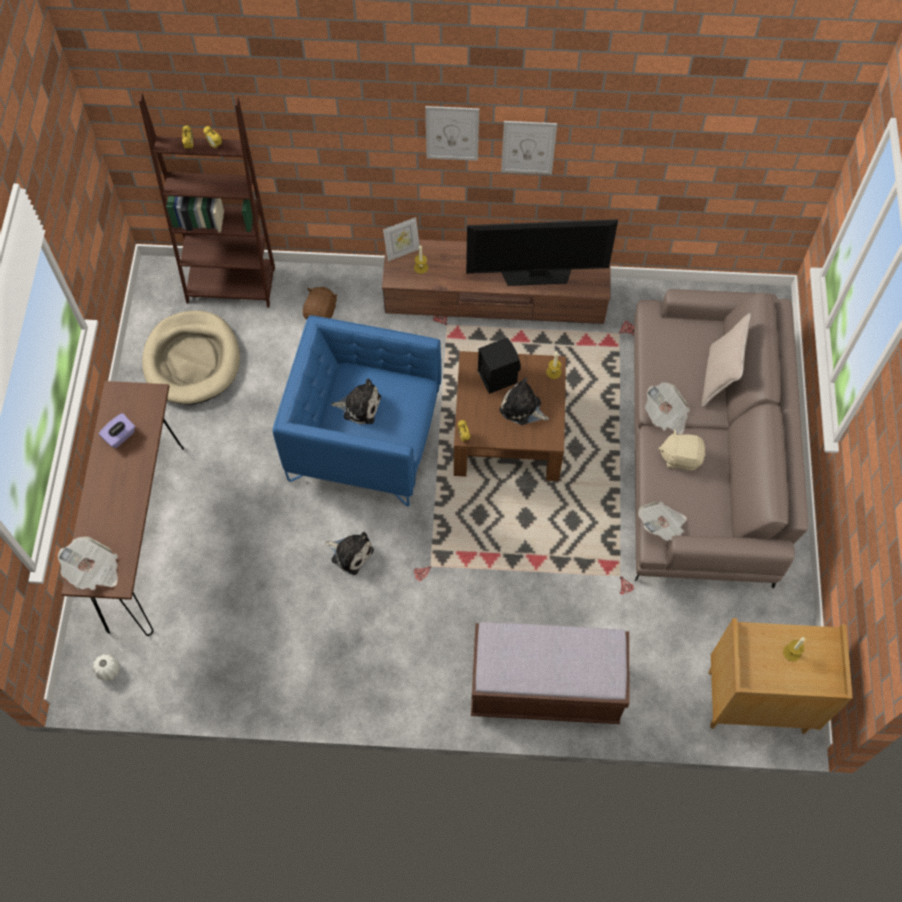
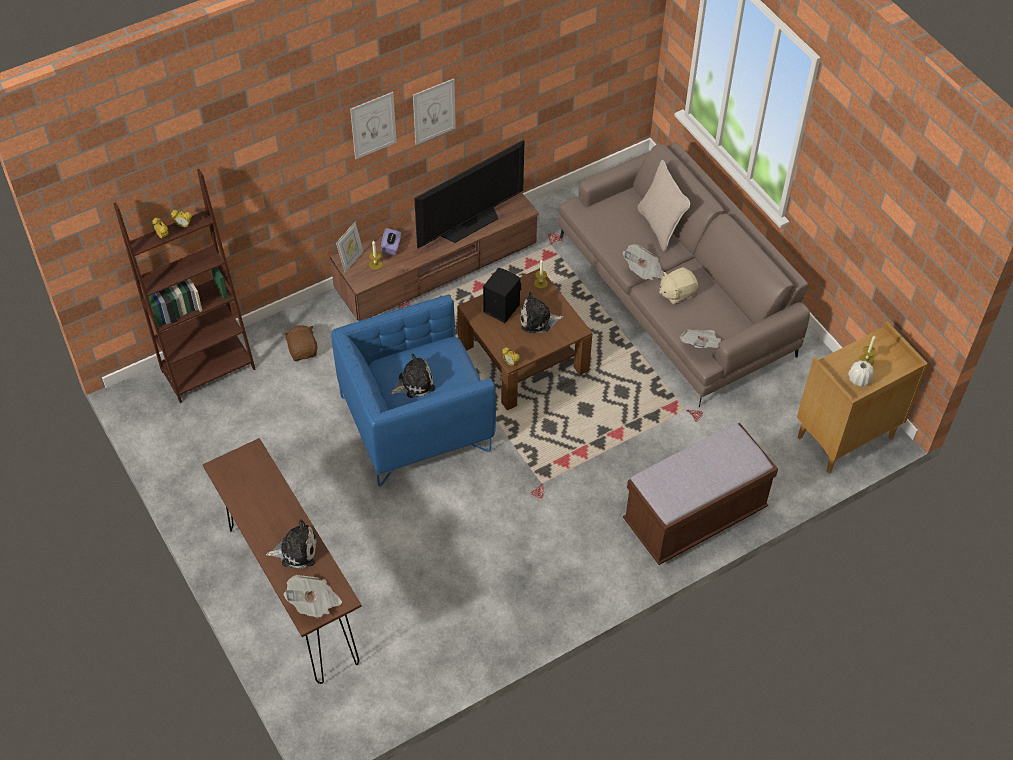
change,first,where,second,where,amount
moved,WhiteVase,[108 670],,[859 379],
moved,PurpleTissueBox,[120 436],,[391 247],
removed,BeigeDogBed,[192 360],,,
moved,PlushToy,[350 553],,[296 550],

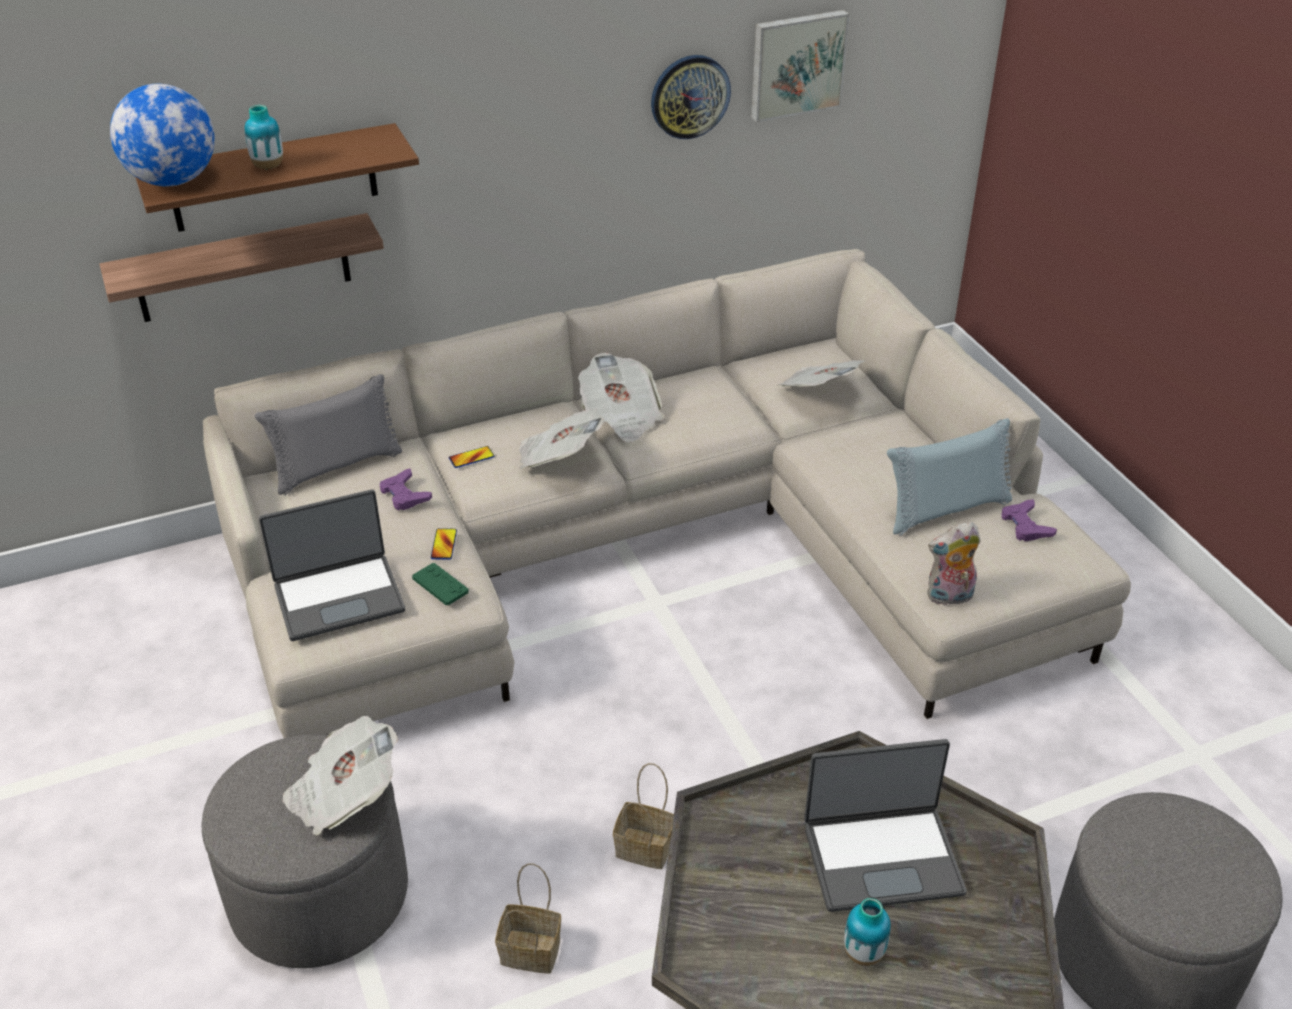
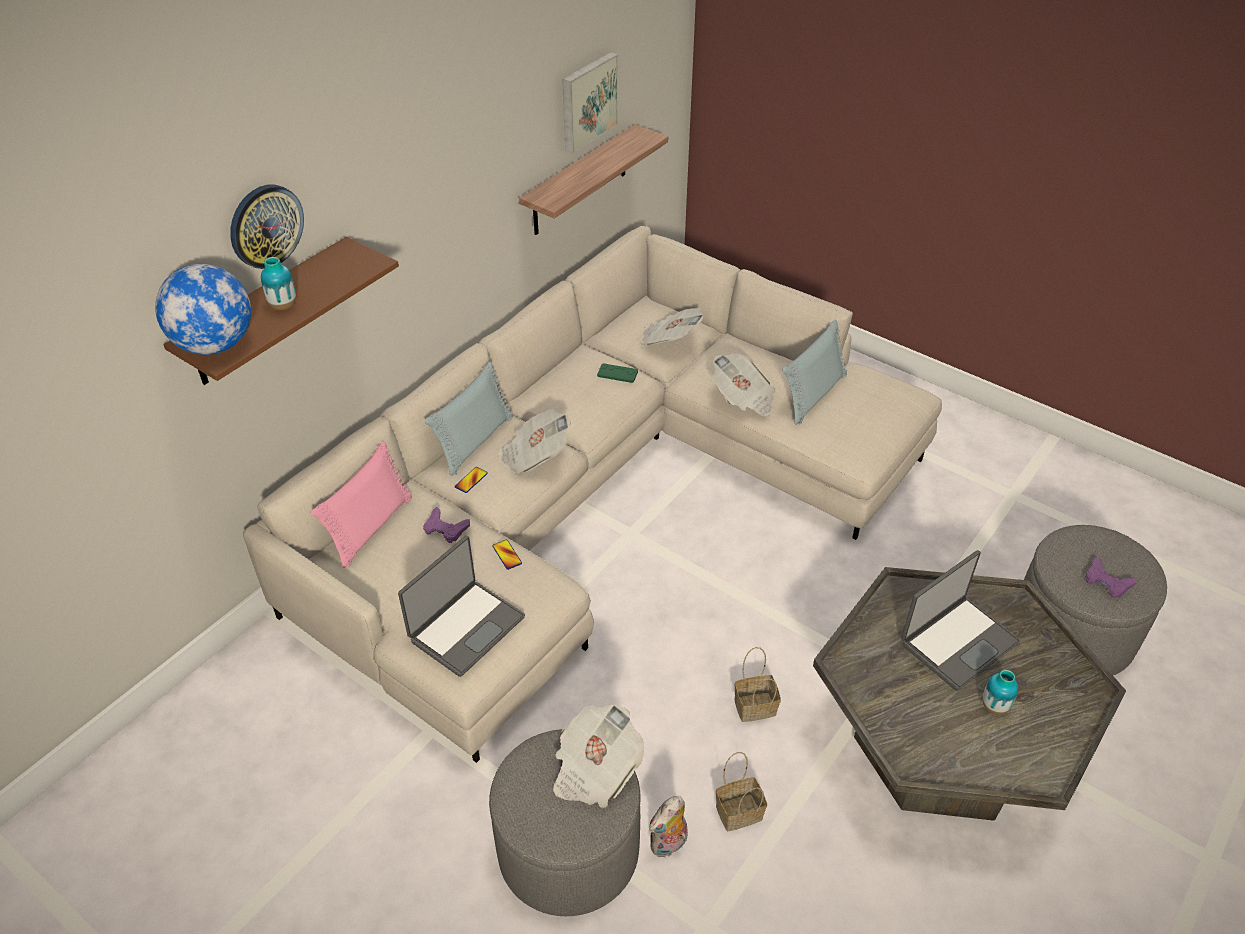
change,first,where,second,where,amount
moved,Shelf,[243 268],,[580 181],
recoloured,GreyPillow,[336 466],PinkPillow,[370 527],
moved,GreenGameController,[440 585],,[617 374],
moved,Newspaper,[621 416],,[743 399],
moved,WallClock,[689 96],,[265 226],
moved,PlushToy,[949 597],,[669 845],
moved,PurpleGameController,[1025 525],,[1107 581],
added,,,BluePillow,[474 441],

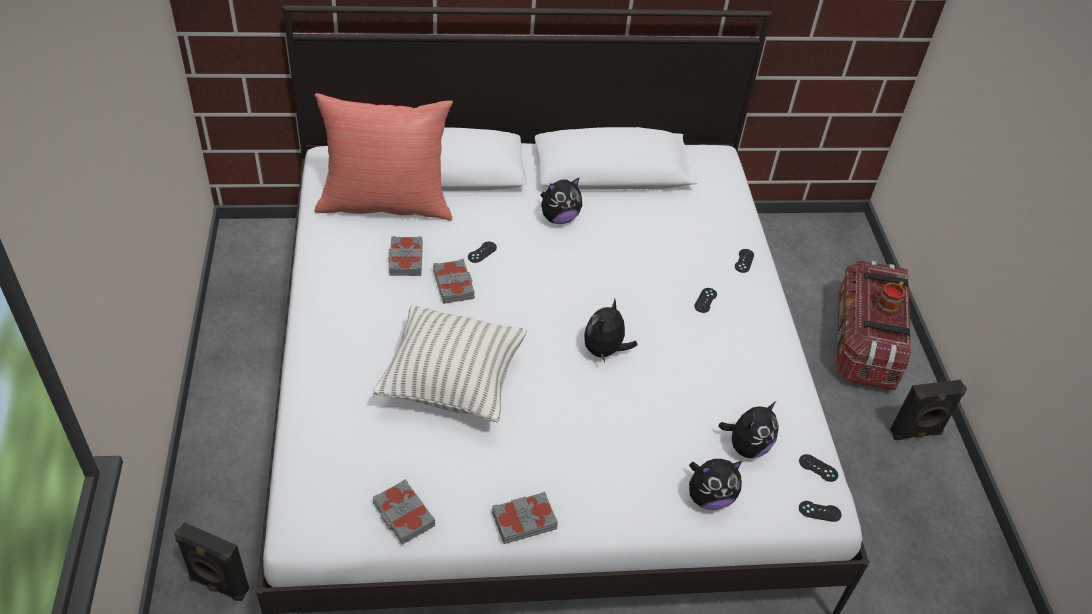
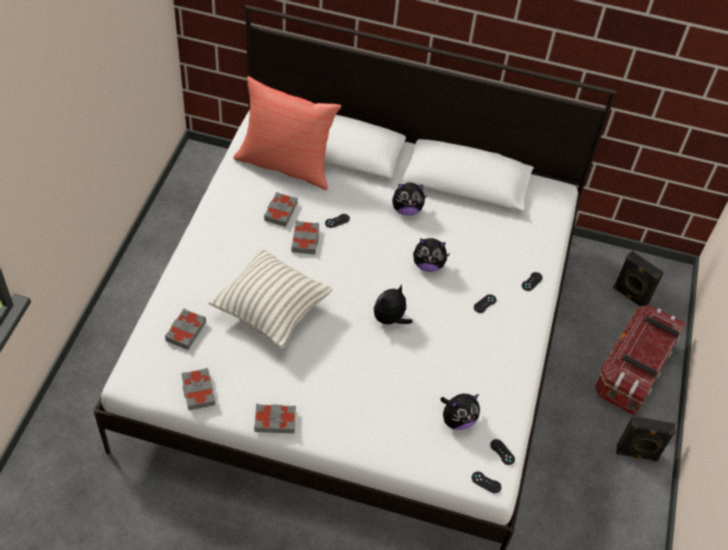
change,first,where,second,where,amount
moved,BlackSpeaker,[218 585],,[629 297],
moved,PlushToy,[709 497],,[428 265],
removed,Mug,[889 304],,,
added,,,GreyBook,[185 331],

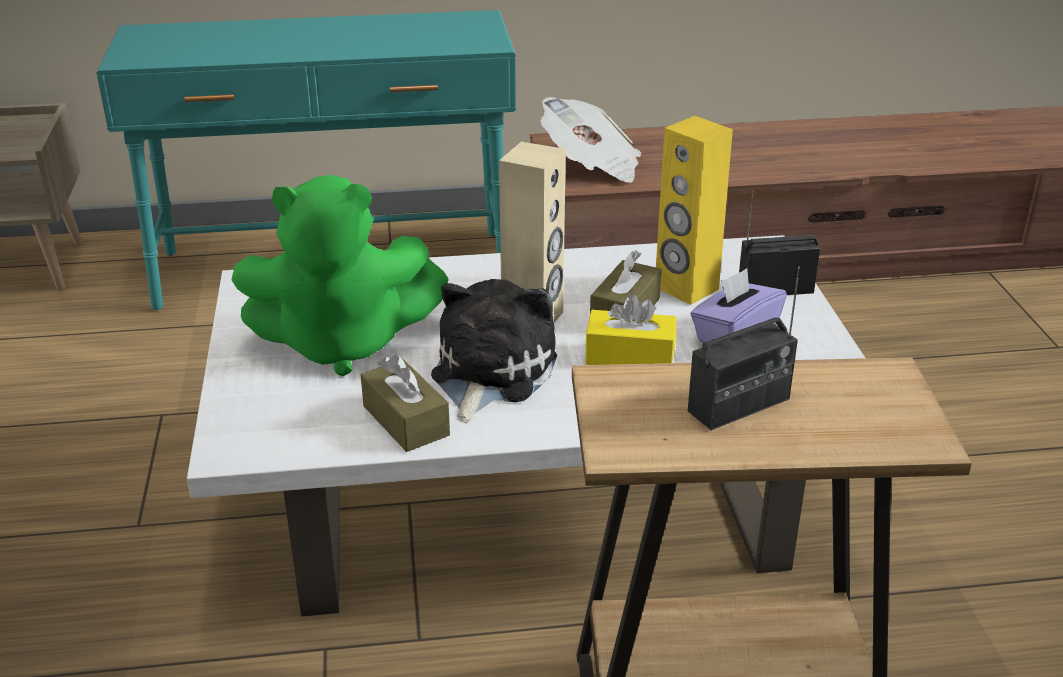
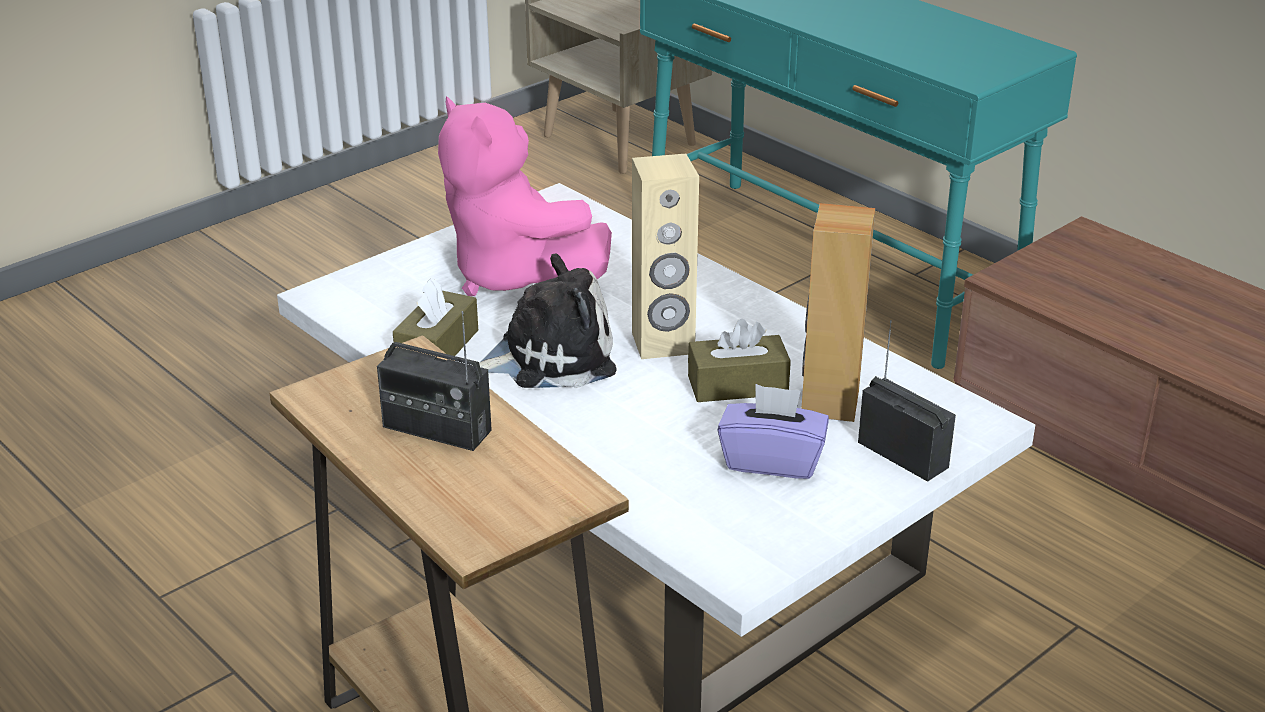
change,first,where,second,where,amount
recoloured,GreenPlushToy,[342 343],PinkPlushToy,[514 276],
removed,Newspaper,[592 166],,,
removed,YellowTissueBox,[630 356],,,
recoloured,YellowSpeaker,[686 288],BrownSpeaker,[829 402],

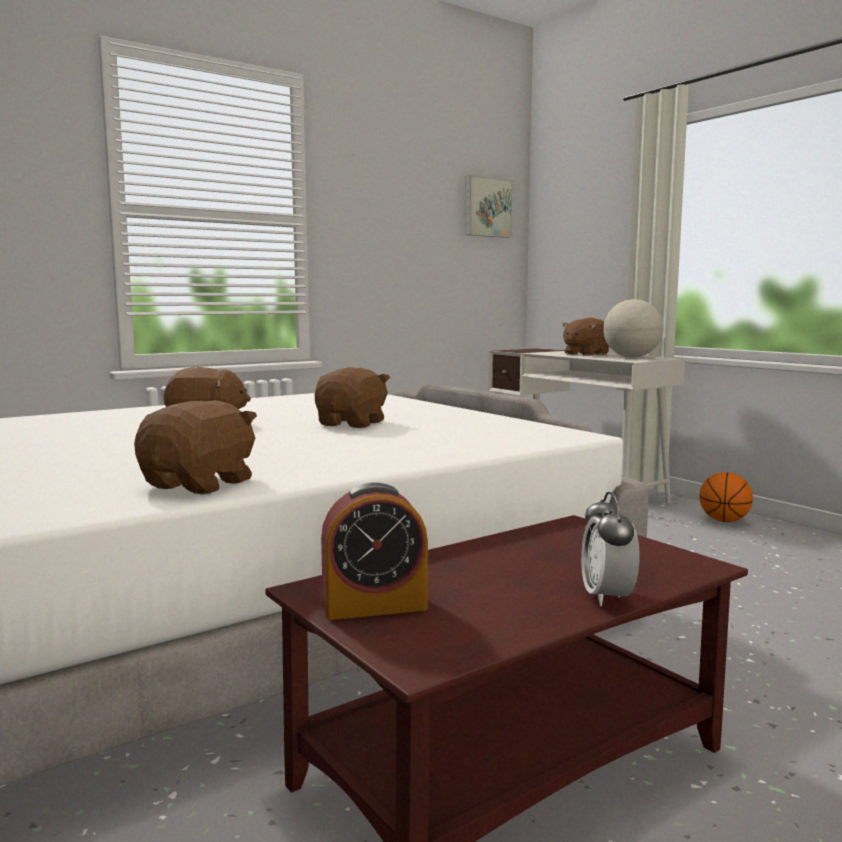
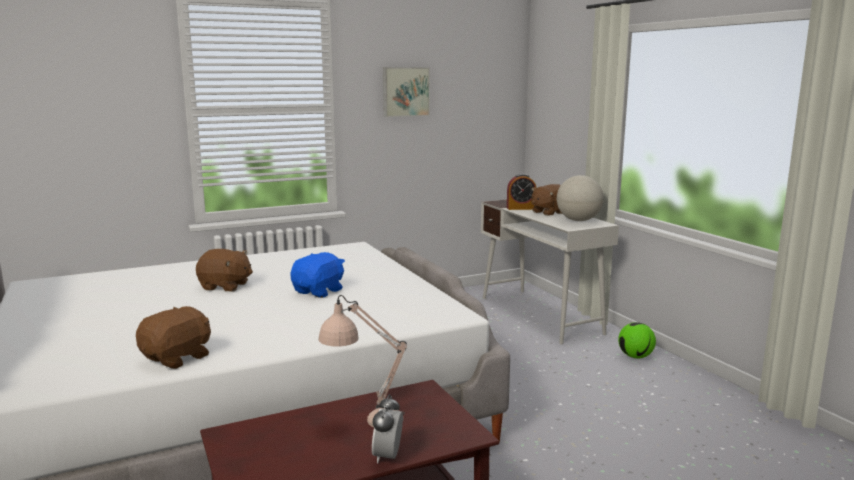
change,first,where,second,where,amount
recoloured,BrownPlushToy,[352 423],BluePlushToy,[319 291],
moved,AlarmClock,[374 606],,[521 208],
moved,Picture,[486 207],,[405 91],
replaced,Basketball,[724 521],Football,[635 356],
added,,,BeigeTableLamp,[365 421],

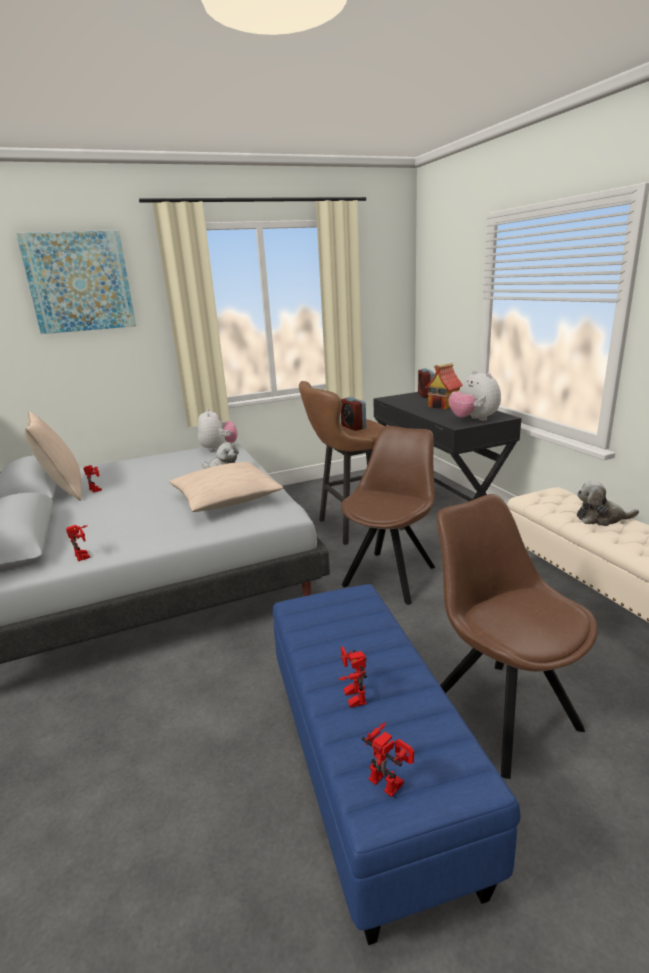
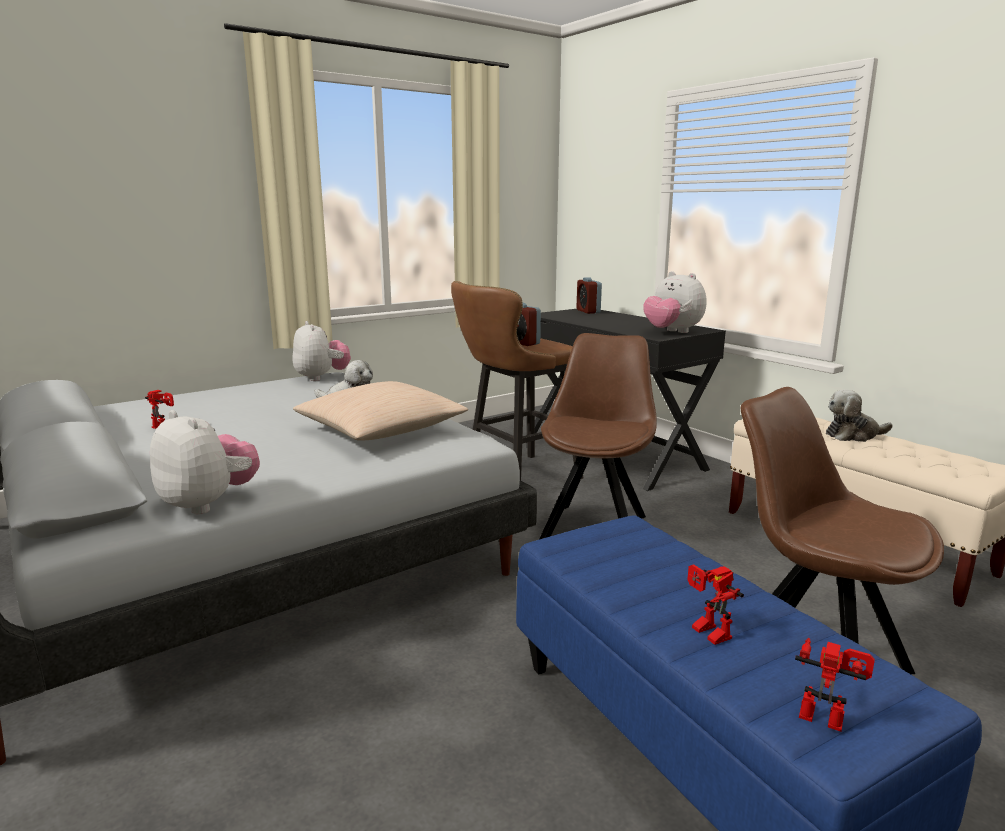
change,first,where,second,where,amount
removed,Picture,[79 282],,,
removed,BeigePillow,[64 490],,,
replaced,ToyRobot,[85 556],PlushToy,[209 504],
removed,ToyHouse,[443 405],,,

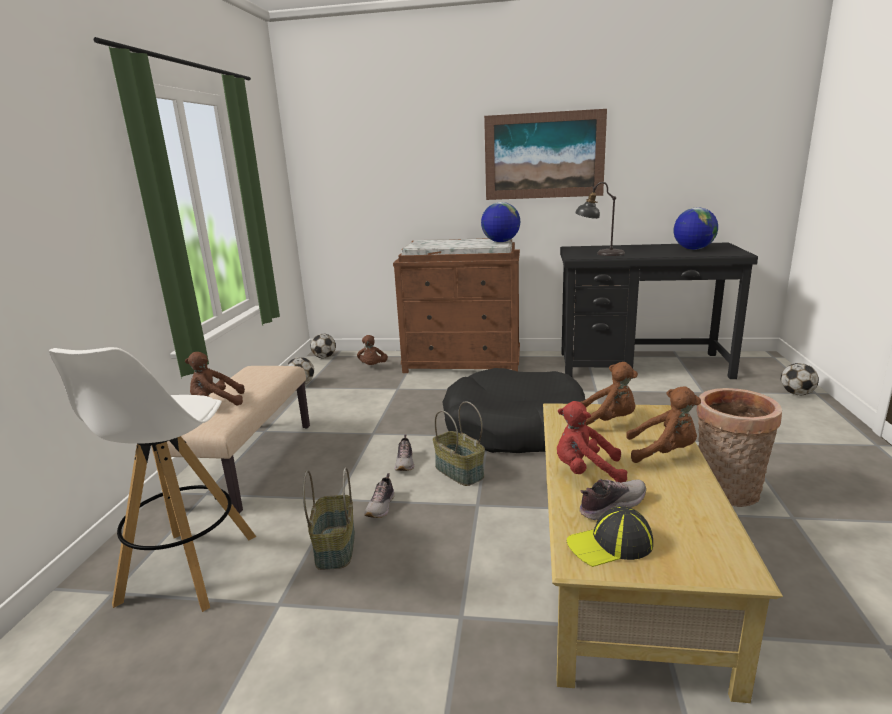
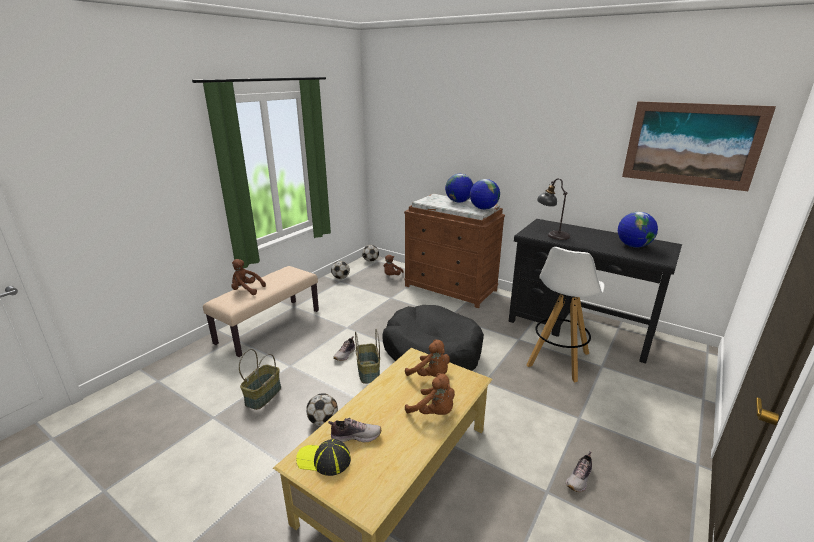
change,first,where,second,where,amount
moved,WhiteStool,[188 569],,[557 360],
moved,Shoe,[381 506],,[579 478],
moved,Picture,[544 156],,[691 144],
removed,RedPlushToy,[586 471],,,
removed,Basket,[726 493],,,
moved,Football,[796 394],,[323 421],
added,,,Globe,[458 202],

